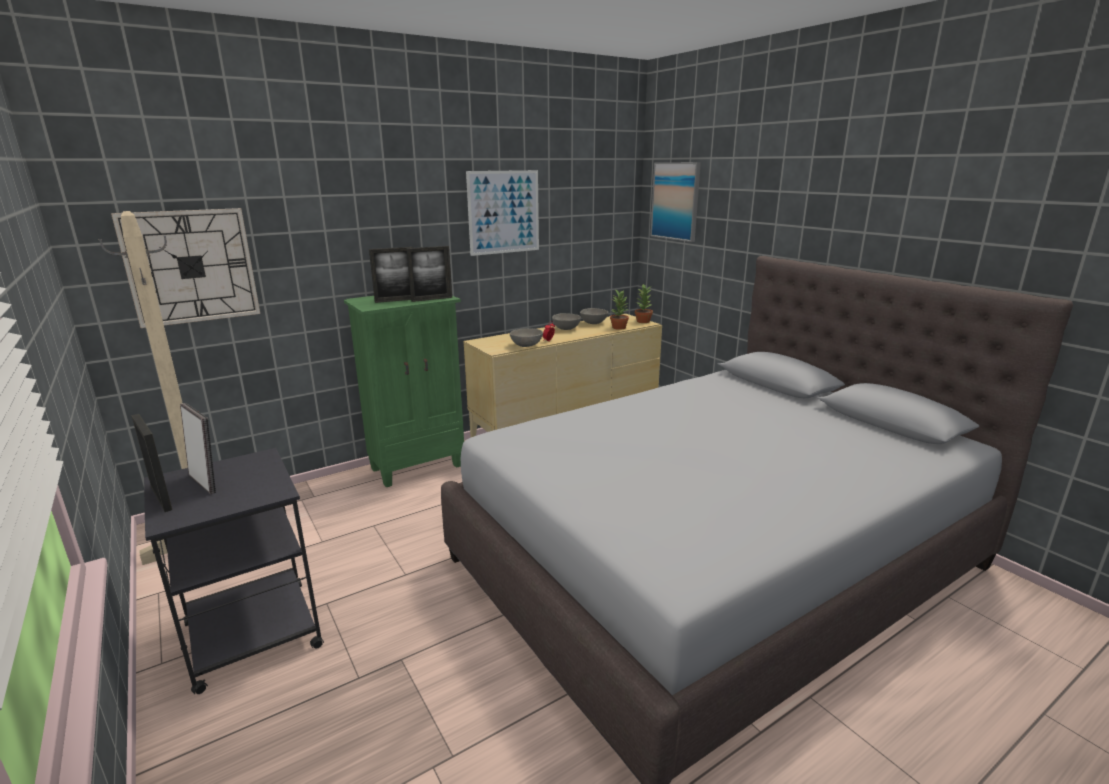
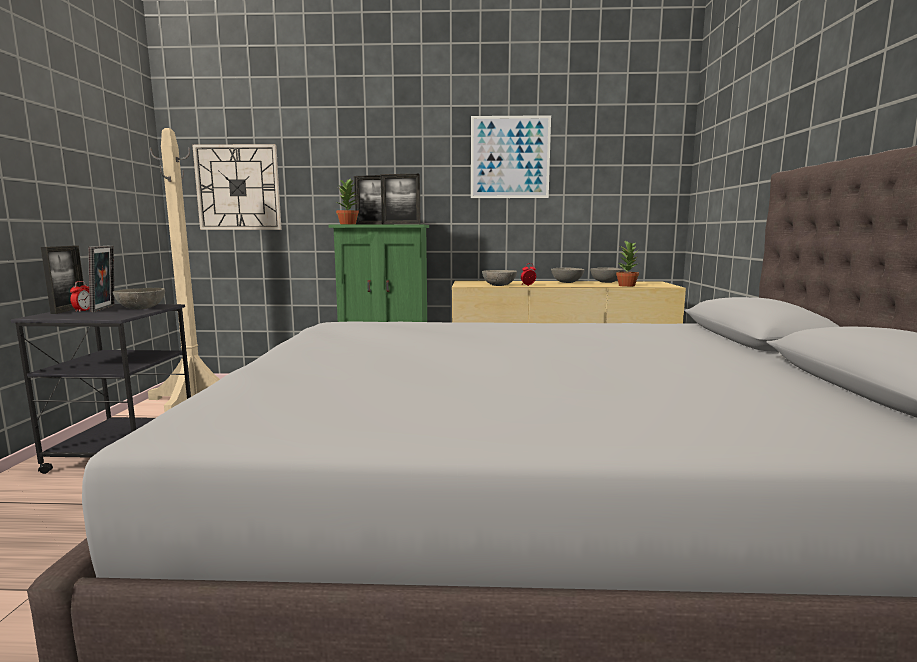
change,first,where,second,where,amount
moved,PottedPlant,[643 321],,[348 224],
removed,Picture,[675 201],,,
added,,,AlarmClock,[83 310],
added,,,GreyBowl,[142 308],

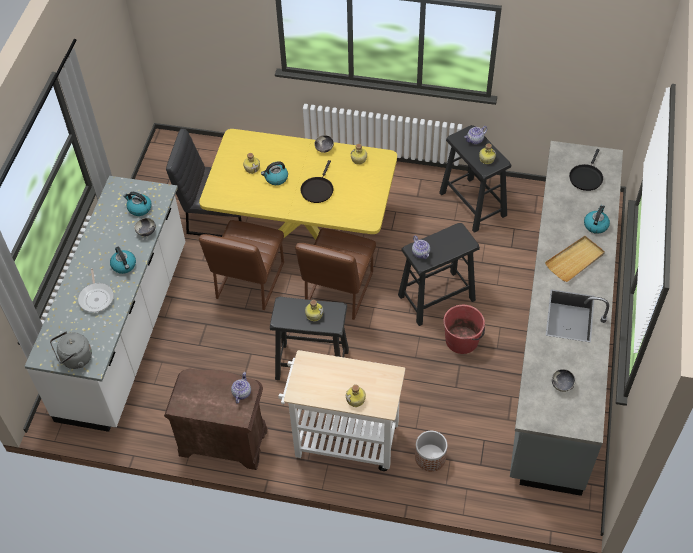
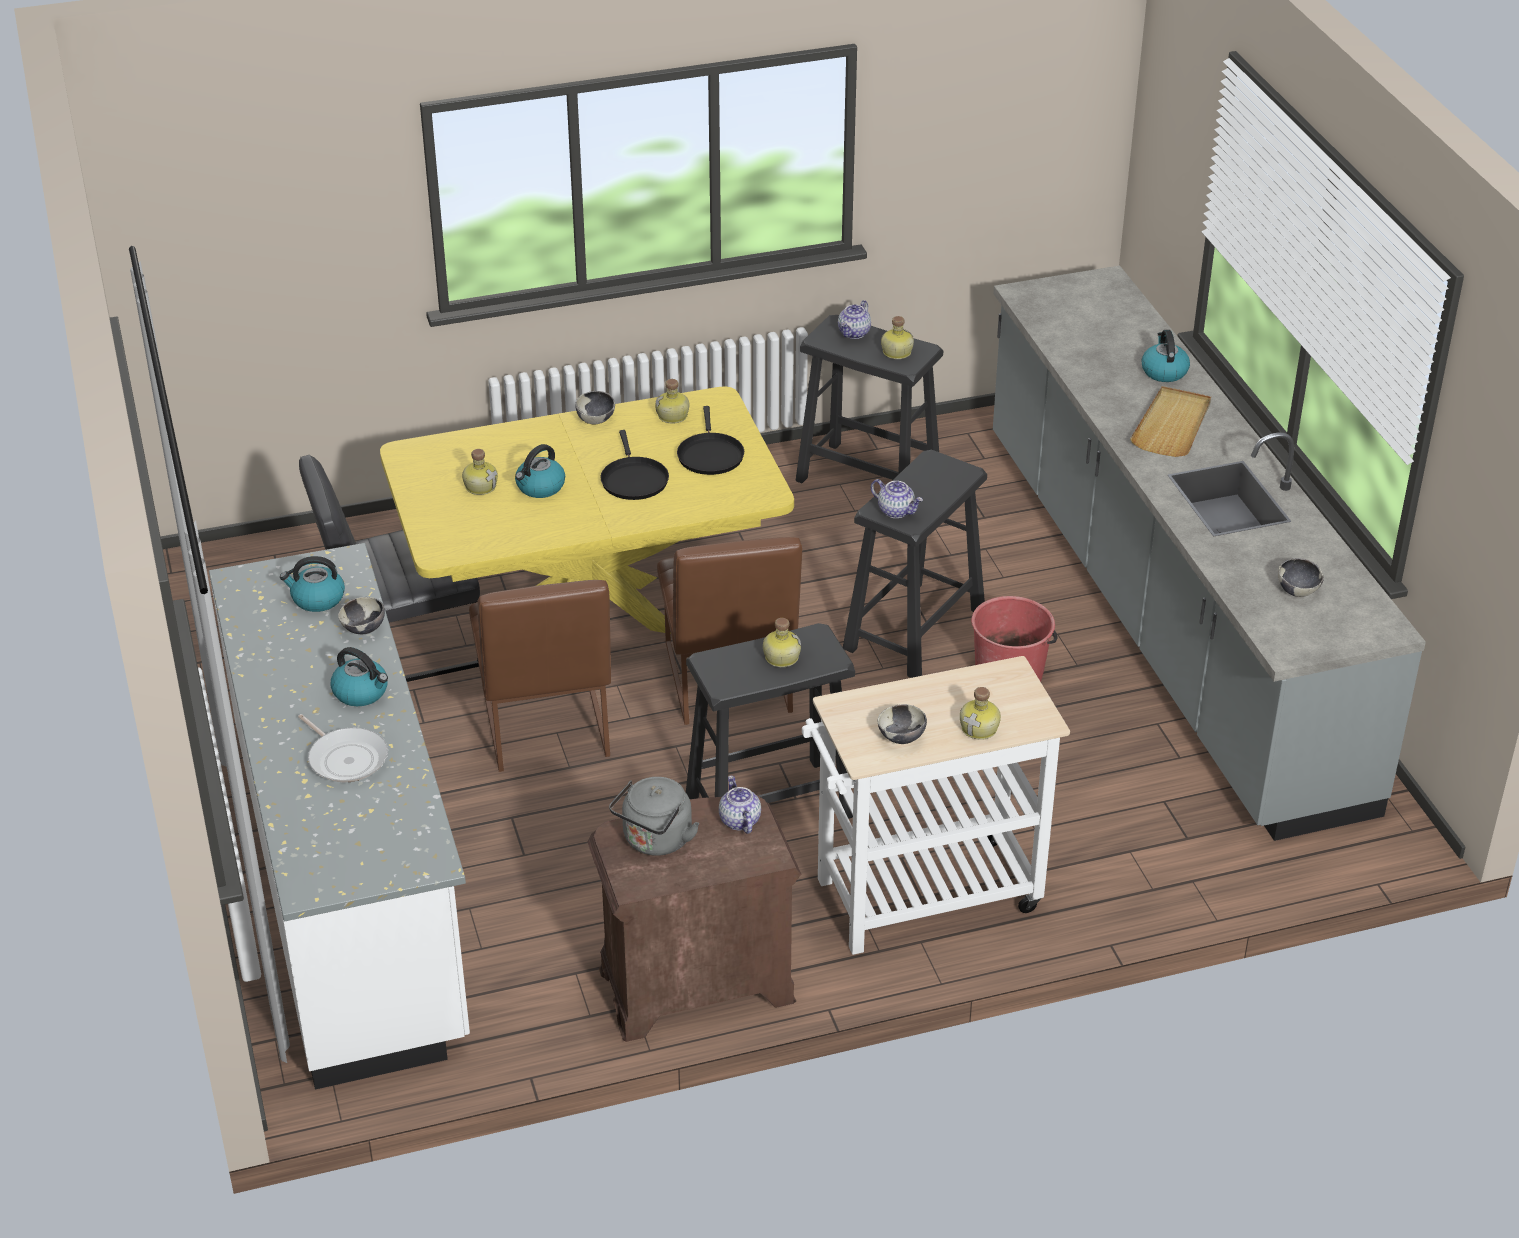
change,first,where,second,where,amount
moved,GreyKettle,[75 359],,[655 841],
removed,Planter,[430 457],,,
moved,BlackFryingPan,[586 177],,[710 455],
added,,,Bowl,[901 738],

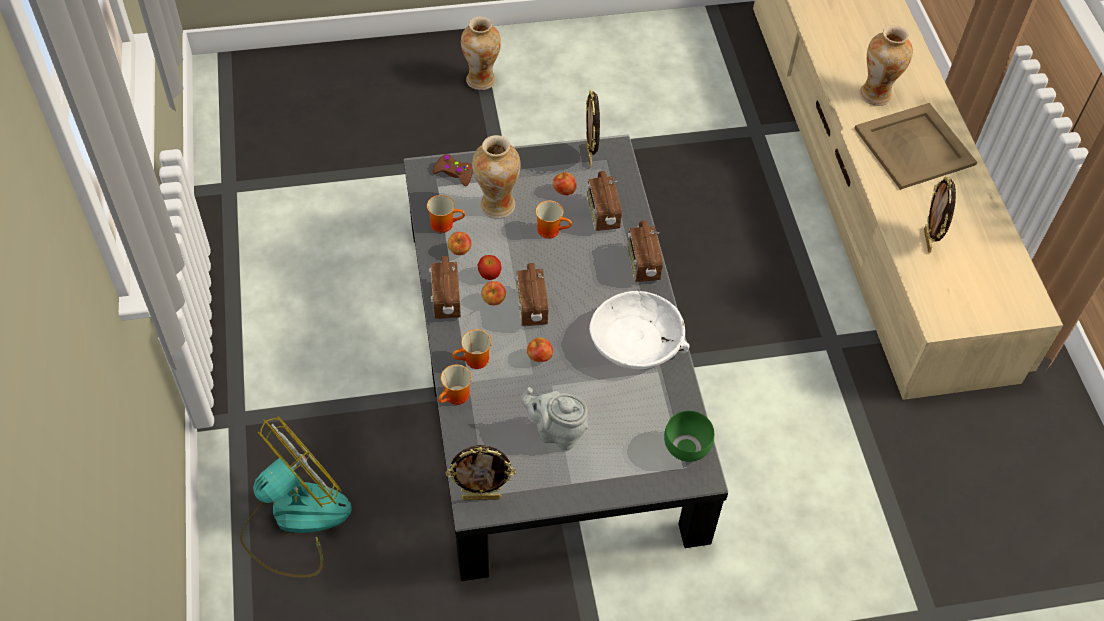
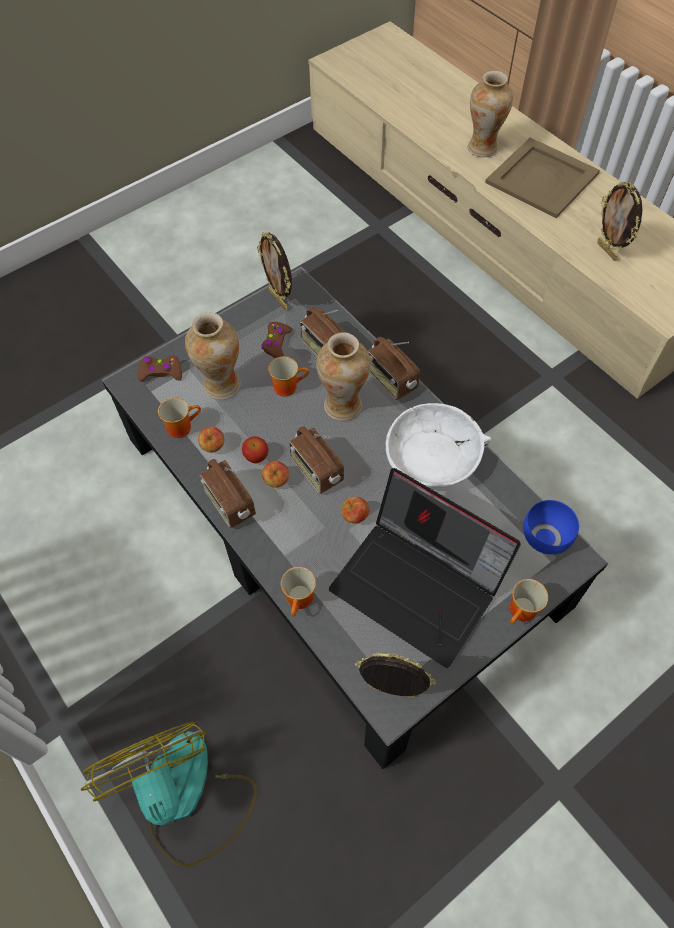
change,first,where,second,where,amount
turned,Fan,[295 520],,[184 797],45 degrees counterclockwise
turned,PictureFrame,[481 497],,[391 694],135 degrees counterclockwise
moved,Mug,[474 361],,[523 612],
moved,Vase,[481 80],,[343 405],
replaced,GreyTeapot,[556 432],Laptop,[419 585],
replaced,Apple,[564 191],BrownGameController,[276 344],
recoloured,GreenBowl,[685 446],BlueBowl,[543 537],

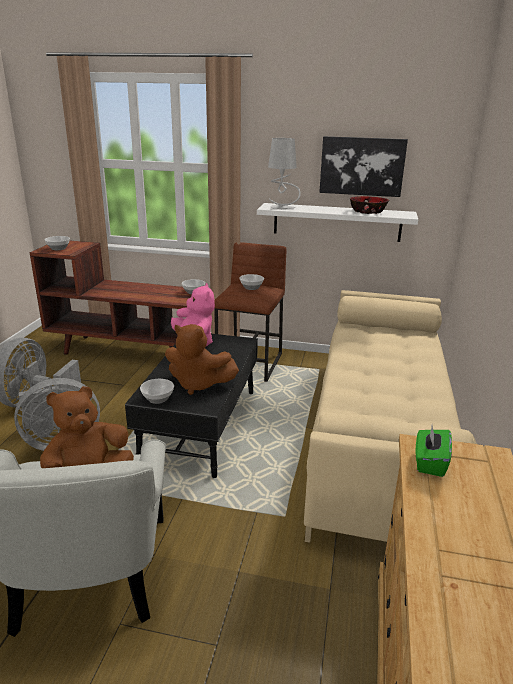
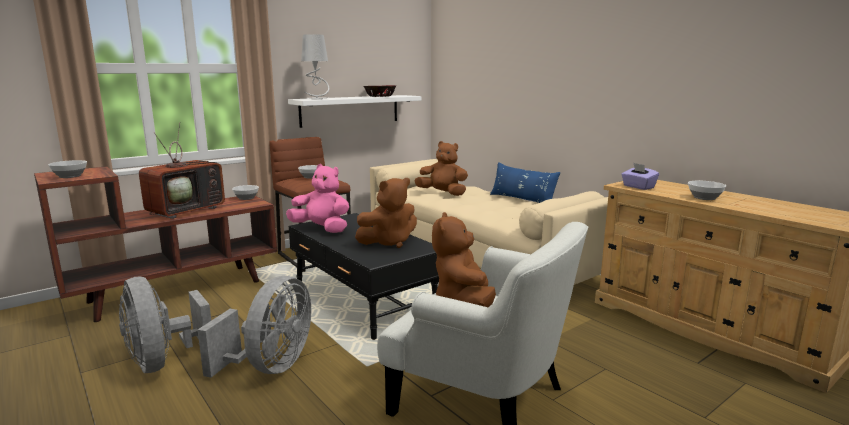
change,first,where,second,where,amount
moved,Bowl,[157 399],,[705 198],
removed,Picture,[362 166],,,
recoloured,GreenTissueBox,[429 462],PurpleTissueBox,[638 187],
added,,,Television,[187 210],
added,,,BrownPlushToy,[443 193],
added,,,BluePillow,[522 199],

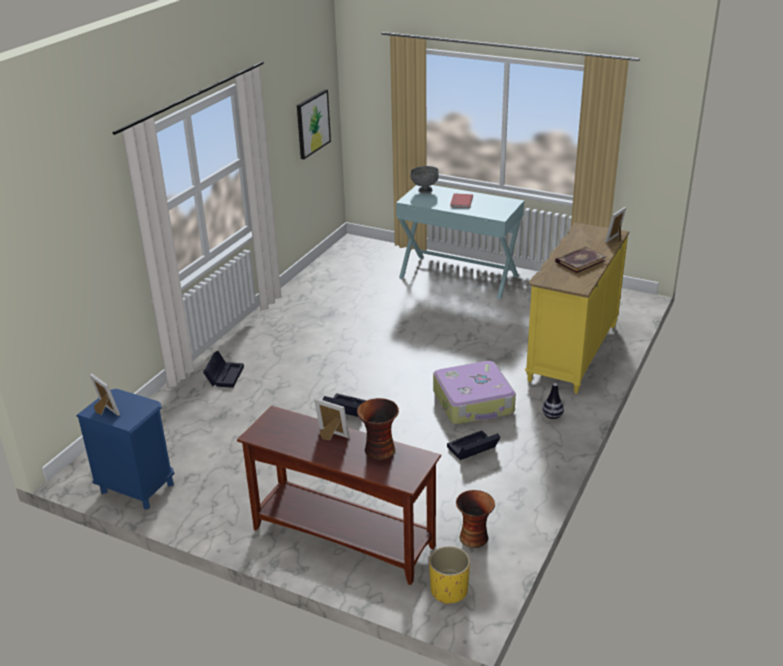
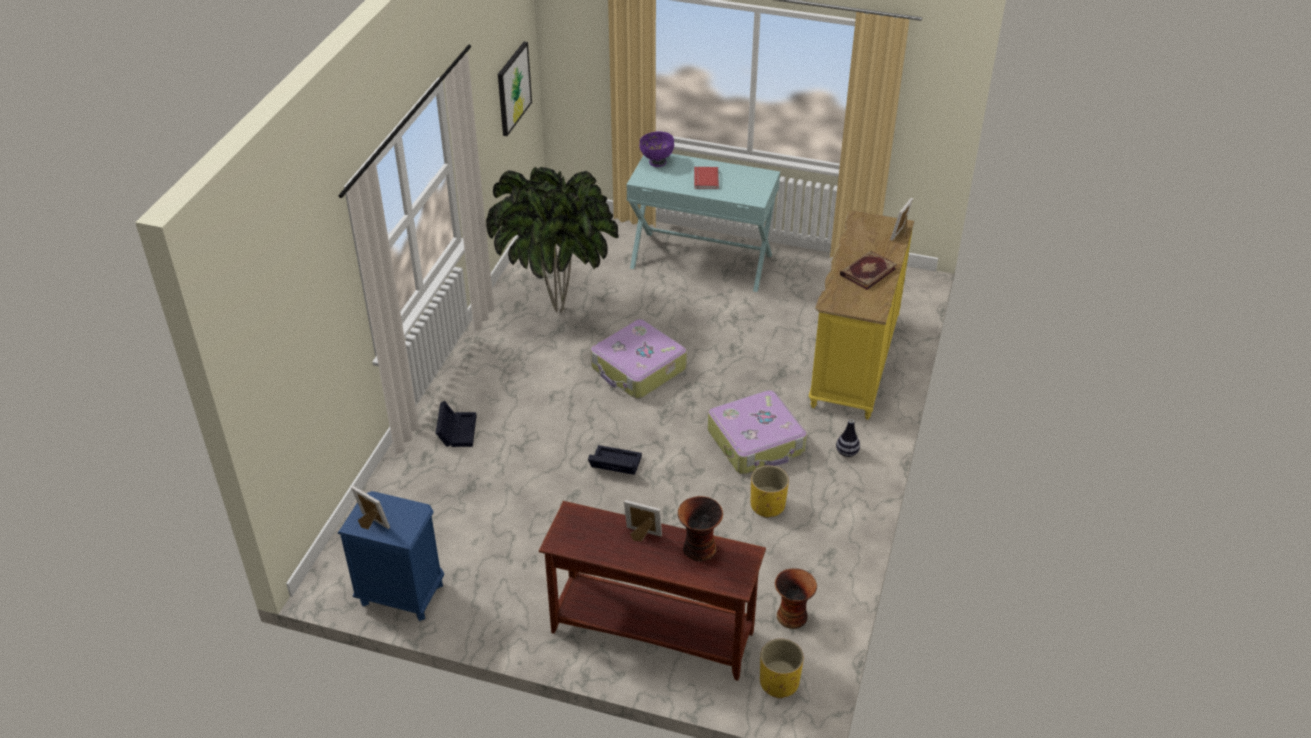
change,first,where,second,where,amount
recoloured,GreyBowl,[425 190],PurpleBowl,[657 162],
replaced,BlackStorageBox,[472 450],YellowPlanter,[767 505],
added,,,PottedPlant,[557 310],
added,,,Suitcase,[638 369],

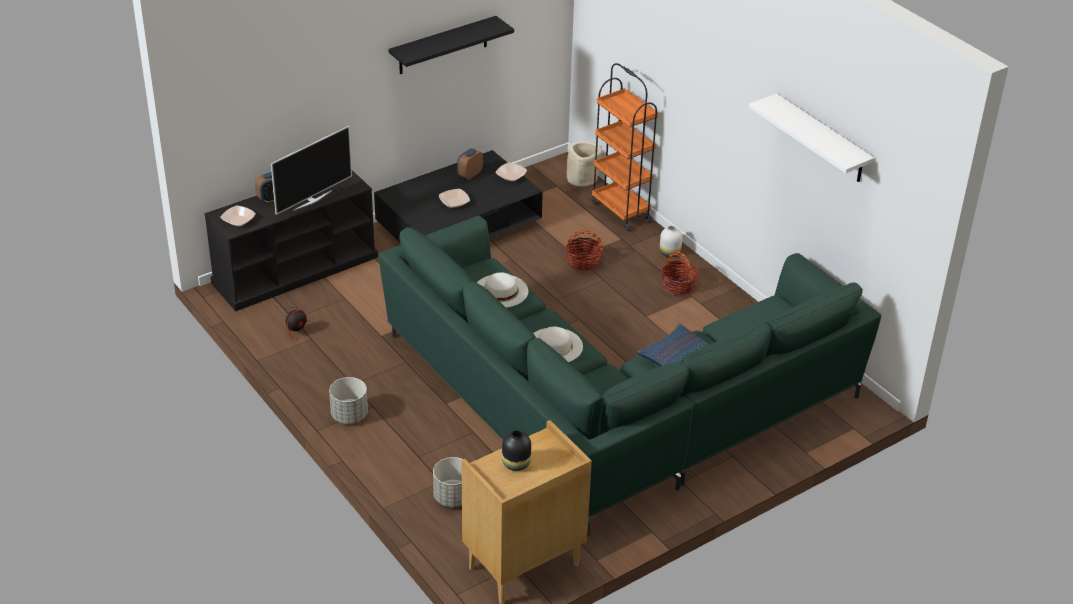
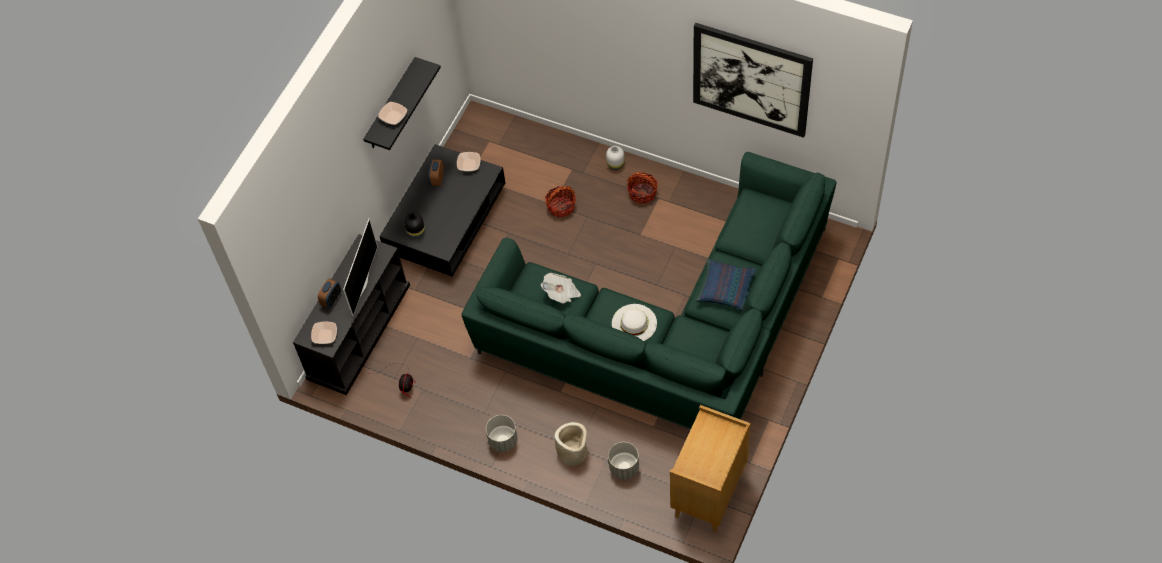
change,first,where,second,where,amount
moved,Bowl,[454 203],,[393 116],
replaced,WhiteHat,[500 291],Newspaper,[561 293],
moved,BlackVase,[515 463],,[415 231],
moved,BeigePlanter,[582 179],,[573 452],
removed,OrangeCart,[621 212],,,
replaced,WhiteShelf,[821 139],Picture,[751 79],

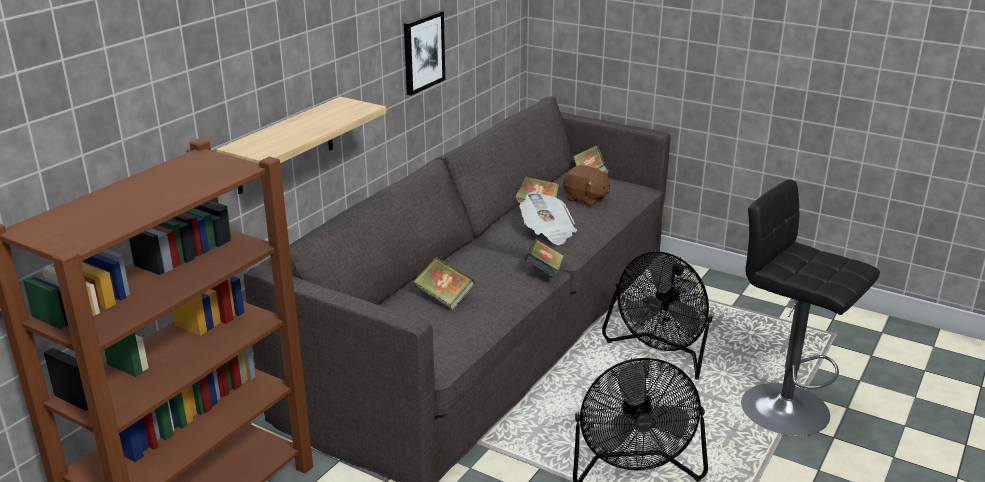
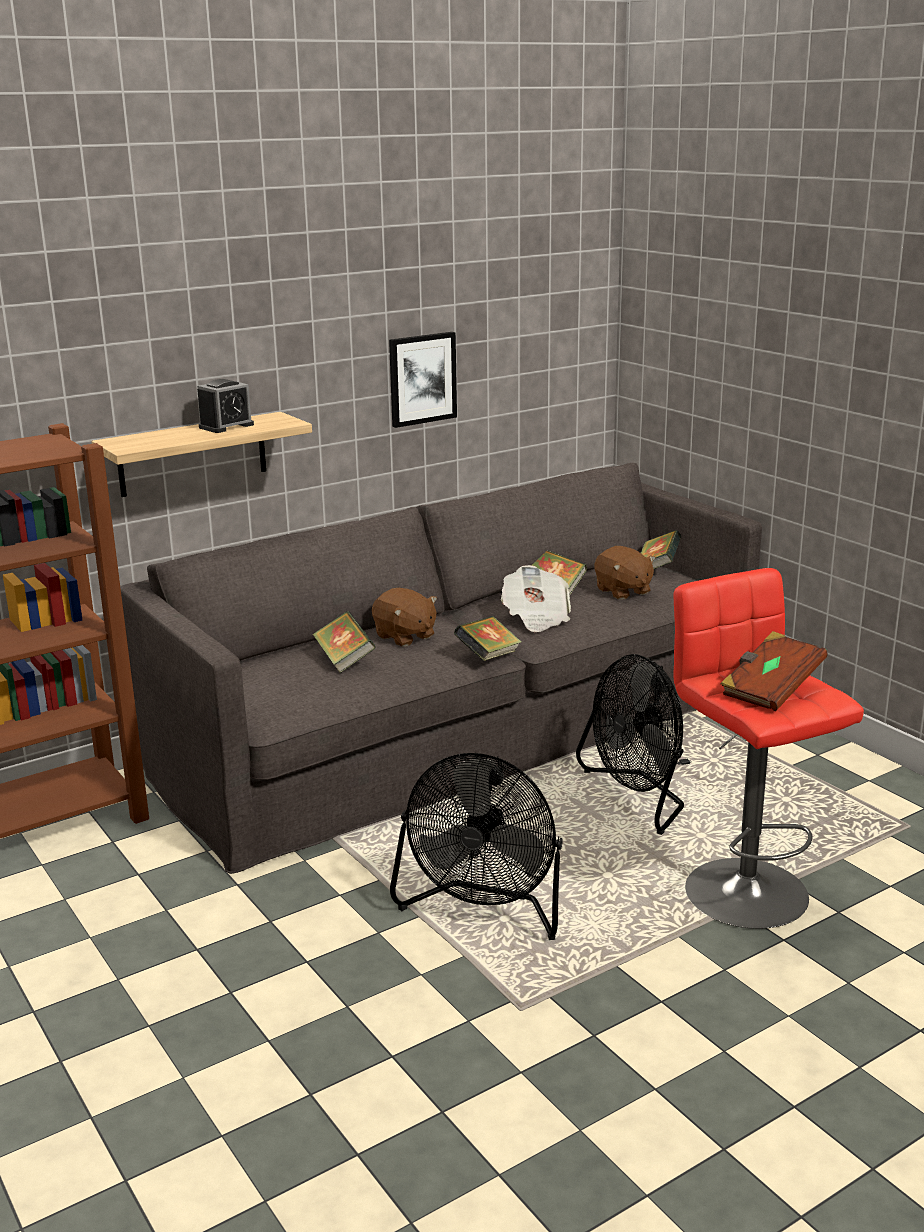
change,first,where,second,where,amount
recoloured,BlackStool,[784 408],RedStool,[746 892],
added,,,AlarmClock,[226 426],
added,,,BrownPlushToy,[405 636],
added,,,BrownBook,[770 689],

